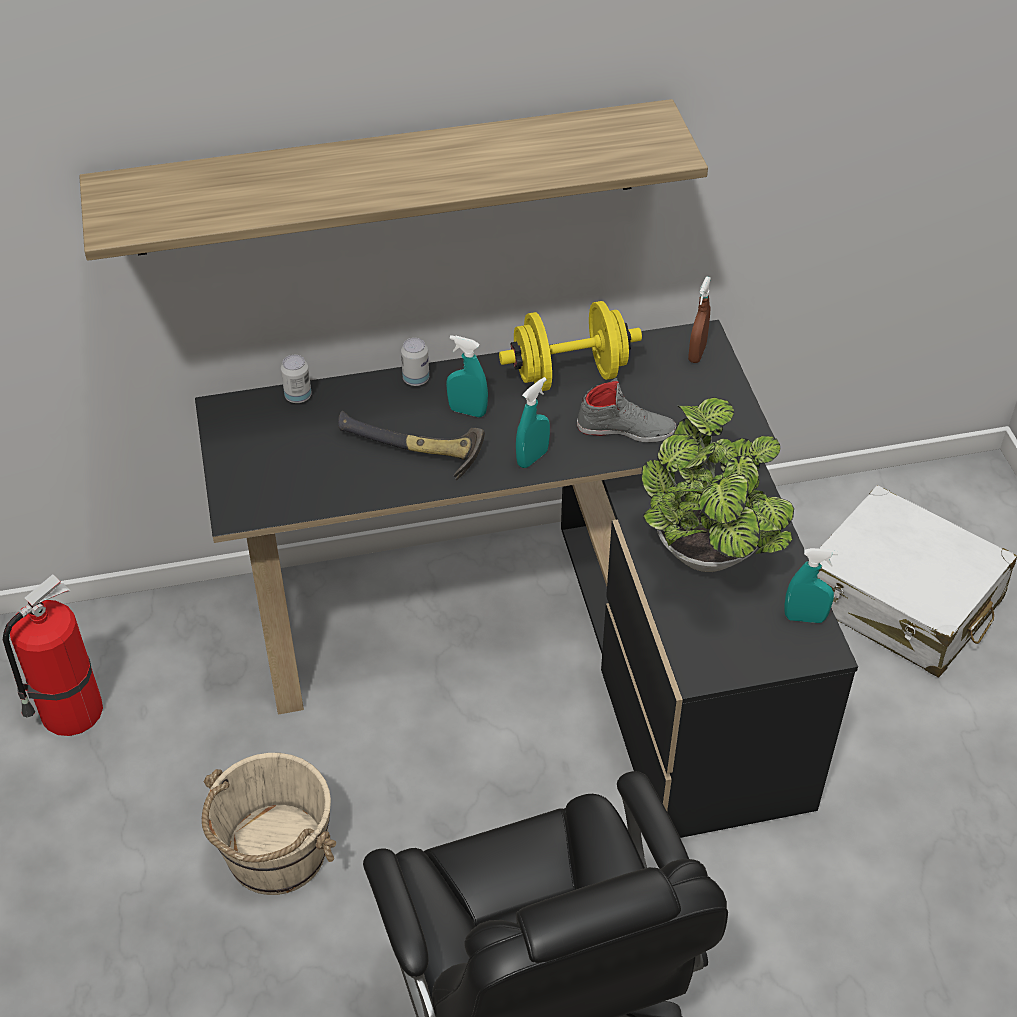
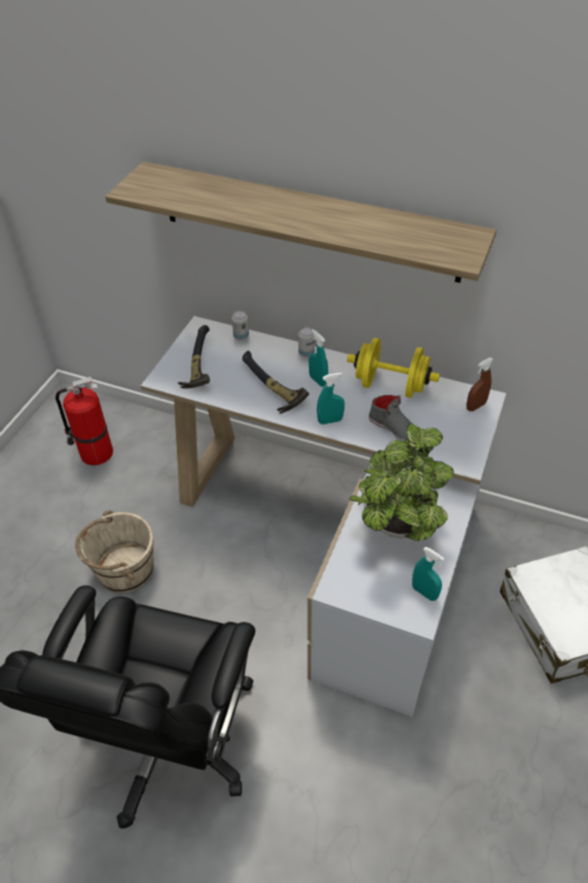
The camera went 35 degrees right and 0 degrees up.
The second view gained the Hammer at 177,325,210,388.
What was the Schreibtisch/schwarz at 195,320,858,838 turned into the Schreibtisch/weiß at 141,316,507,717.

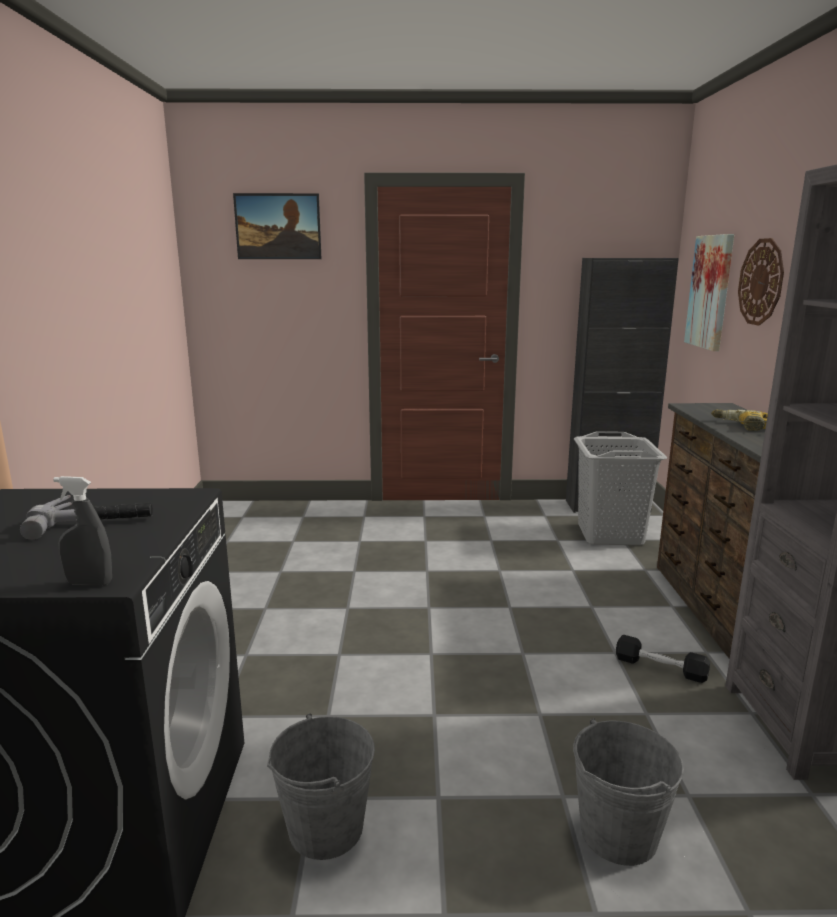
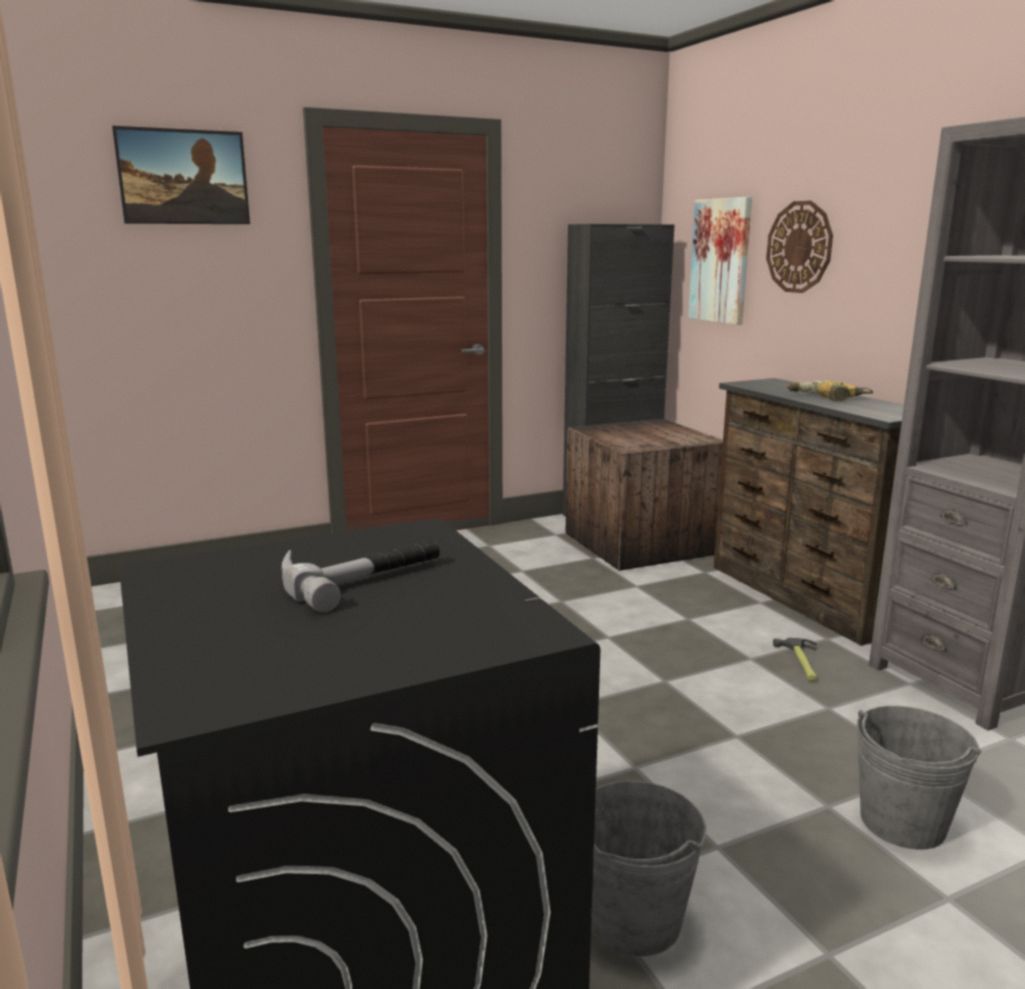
The camera went 25 degrees left and 0 degrees up.
The second view lost the Sprühflasche/grau at 53,476,112,585.
Where the Wäschekorb/grau stood at 574,431,667,545, the Kiste came to stand at 566,419,723,571.
Where the Hantel/schwarz stood at 616,635,710,683, the Hammer came to stand at 773,638,818,680.

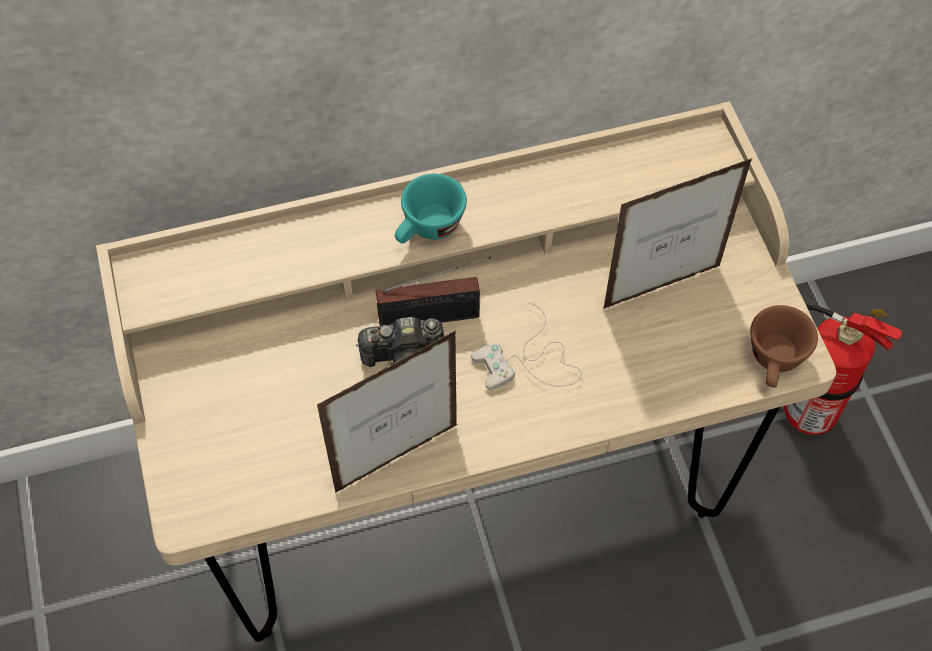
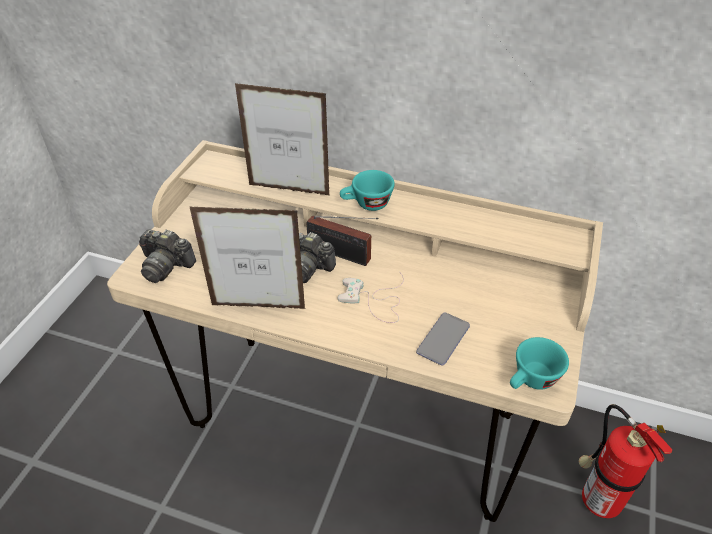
The camera went 35 degrees right and 15 degrees down.
The second view gained the Kamera at 139,229,196,283.
The second view gained the Handy at 416,313,470,366.
The Bilderrahmen ended up elsewhere, having gone from 603,158,752,309 to 235,83,330,196.
What was the Tasse/braun at 750,305,818,388 turned into the Tasse/türkis at 510,337,569,390.

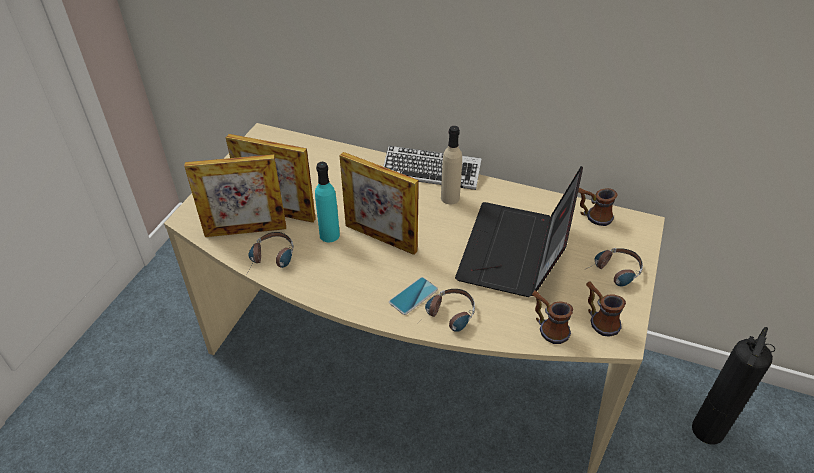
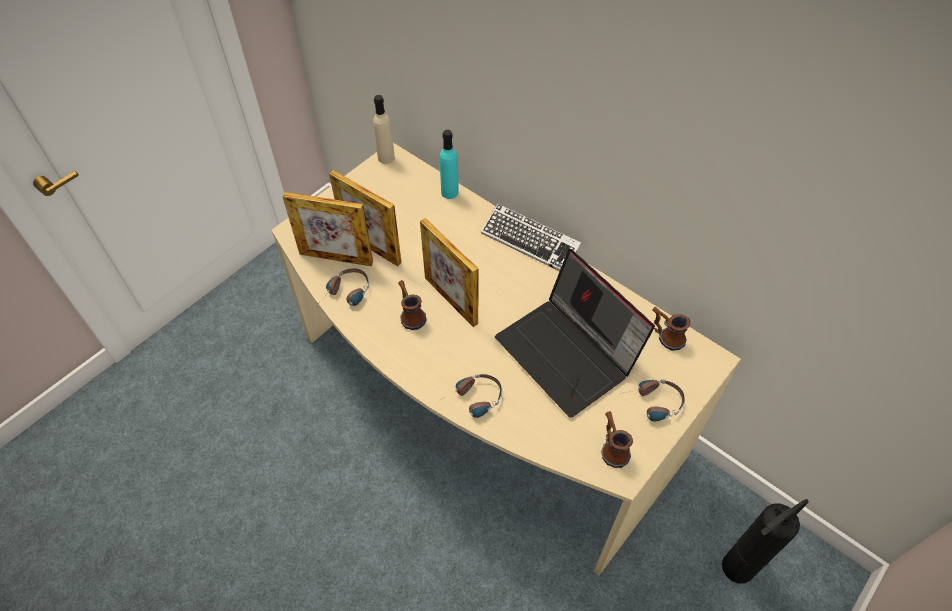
The camera went 20 degrees right and 10 degrees up.
The second view lost the Handy at 389,277,438,315.
The Flasche/türkis ended up elsewhere, having gone from 315,162,340,242 to 440,130,459,199.
The Flasche/beige ended up elsewhere, having gone from 441,126,462,204 to 373,95,395,164.
The Henkelbecher ended up elsewhere, having gone from 532,291,573,344 to 398,280,427,330.
The Laptop at 455,166,583,297 ended up facing another way, 75 degrees counterclockwise from before.

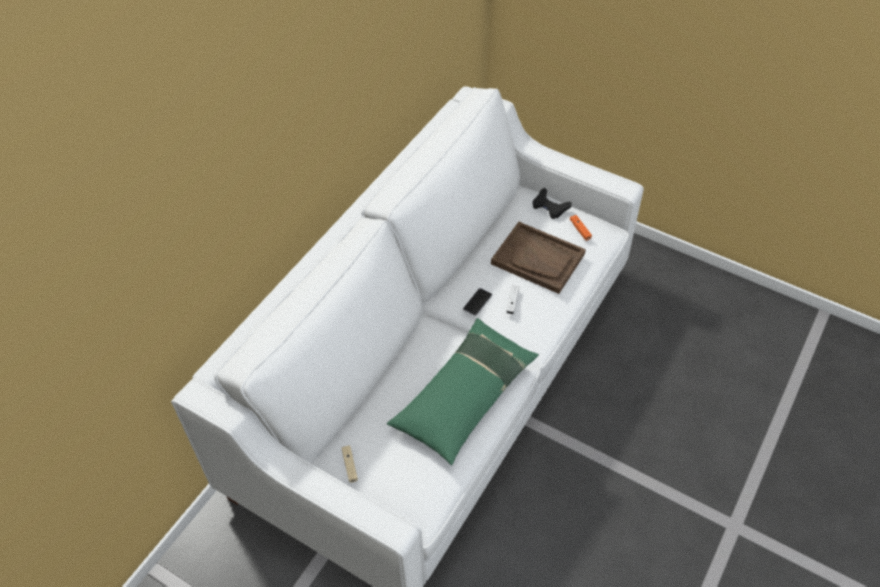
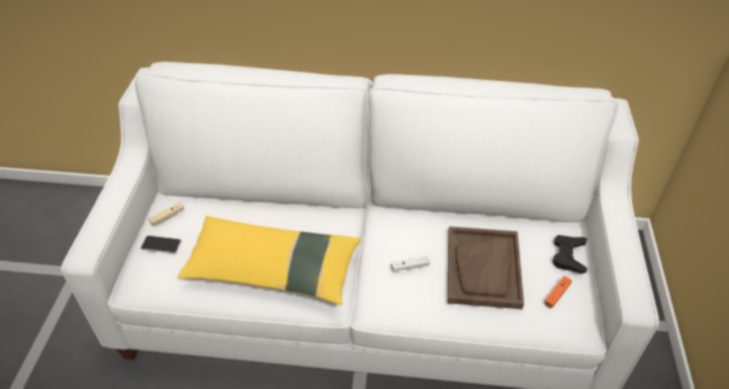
The camera went 65 degrees right and 5 degrees down.
The Handy ended up elsewhere, having gone from 463,288,492,316 to 141,236,181,254.
What was the Kissen/grün at 387,318,539,465 turned into the Kissen/gelb at 177,216,361,305.

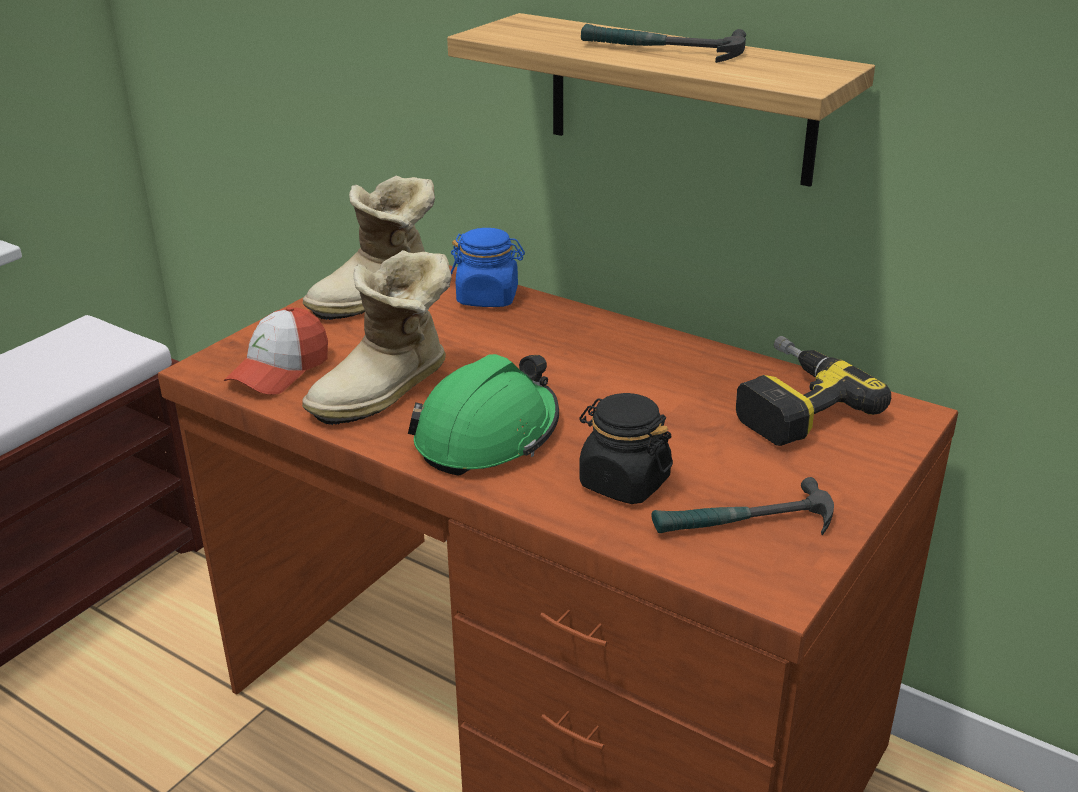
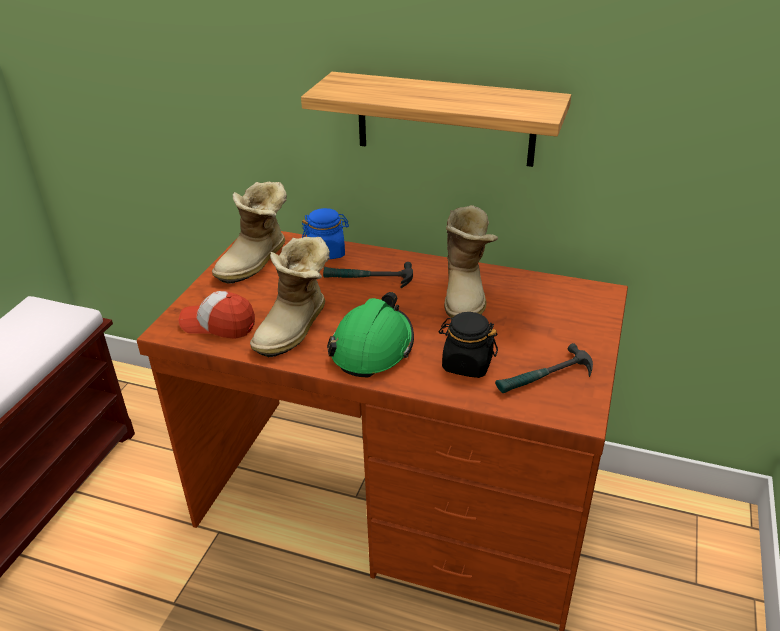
The camera went 15 degrees left and 5 degrees up.
The second view lost the Bohrmaschine at 736,336,891,446.
The second view gained the Stiefel at 444,205,498,318.
The Hammer ended up elsewhere, having gone from 581,24,746,63 to 323,262,413,288.
The Kappe at 224,307,328,395 ended up facing another way, 90 degrees clockwise from before.

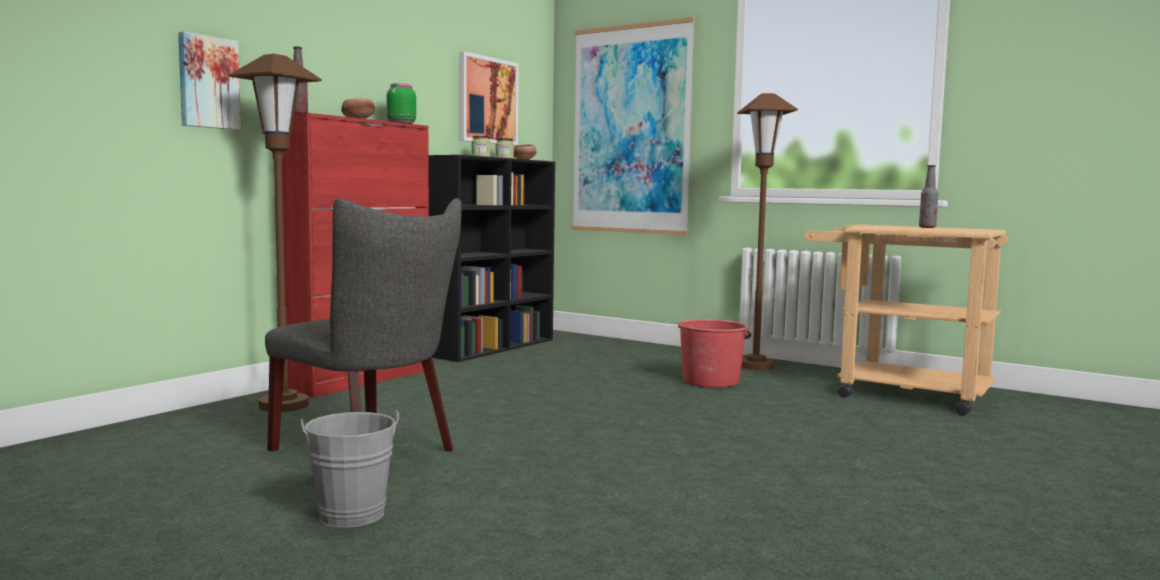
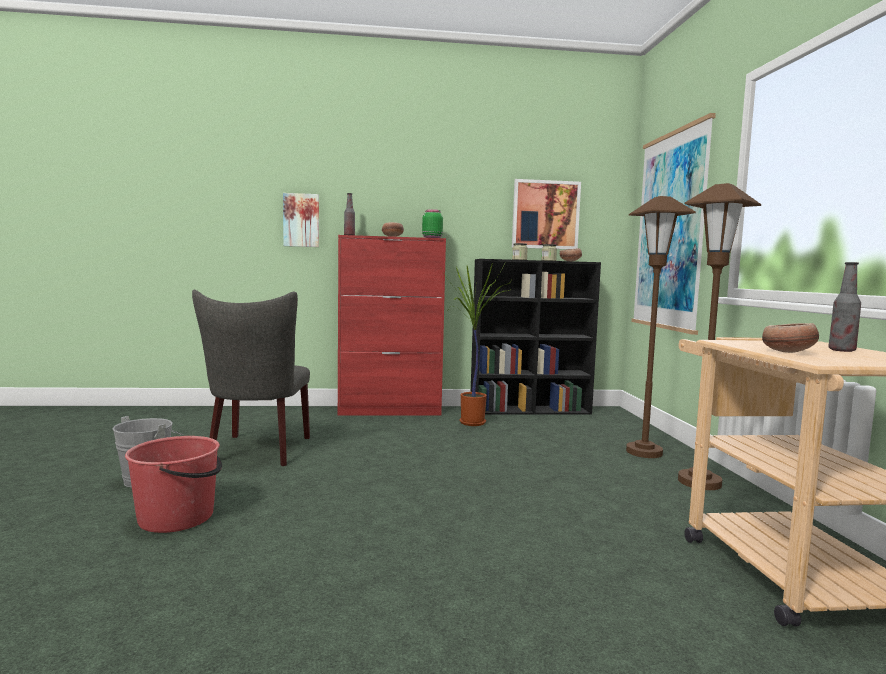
The camera went 50 degrees right and 0 degrees up.
The second view gained the Topfpflanze at 440,265,512,426.
The second view gained the Schüssel at 762,323,819,353.
The Stehlampe/braun ended up elsewhere, having gone from 229,54,322,412 to 626,196,696,458.
The Eimer/rot ended up elsewhere, having gone from 678,319,751,388 to 125,436,222,533.

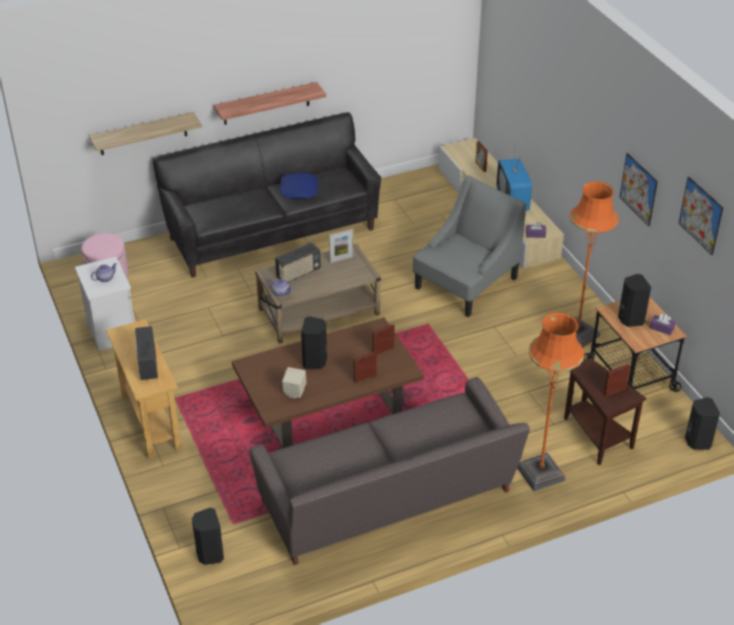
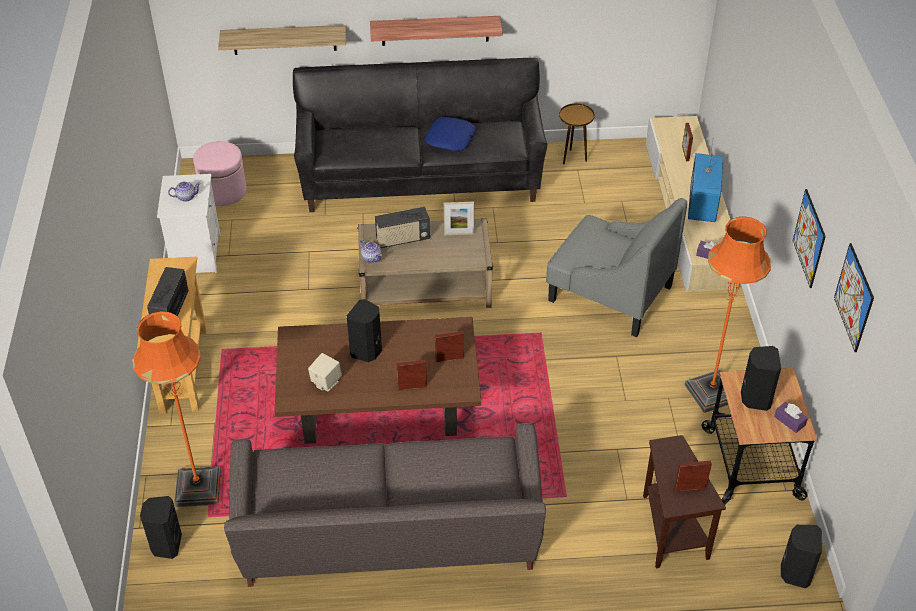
The camera went 20 degrees right and 5 degrees up.
The second view gained the Beistelltisch/braun at 559,103,595,164.
The Stehlampe/orange ended up elsewhere, having gone from 517,312,584,491 to 132,311,221,507.
The Sessel/grau at 412,176,526,317 ended up facing another way, 60 degrees clockwise from before.

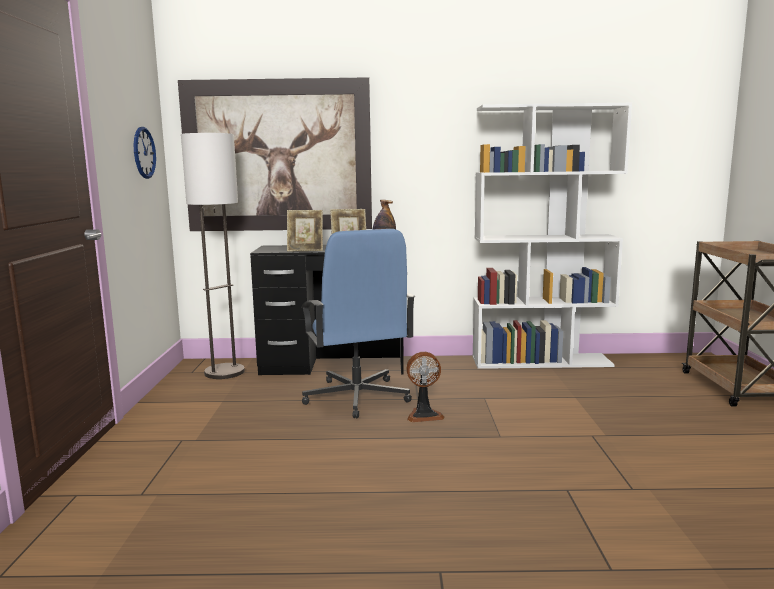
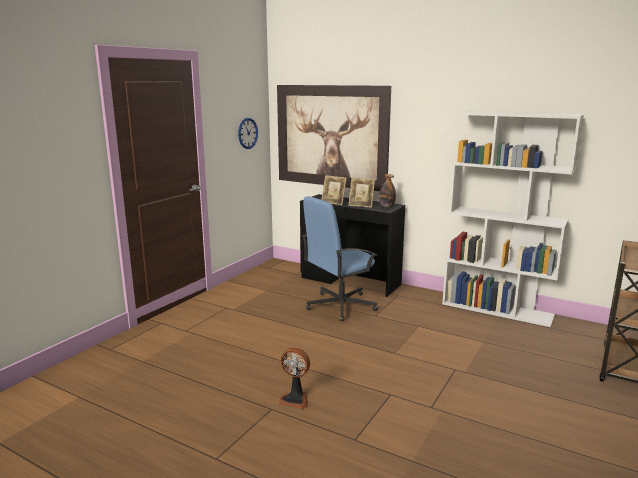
The camera went 30 degrees right and 5 degrees up.
The second view lost the Stehlampe at 181,133,245,379.
The Ventilator ended up elsewhere, having gone from 407,352,445,422 to 277,347,310,409.
The Bürostuhl/blau at 301,229,416,418 ended up facing another way, 45 degrees clockwise from before.

